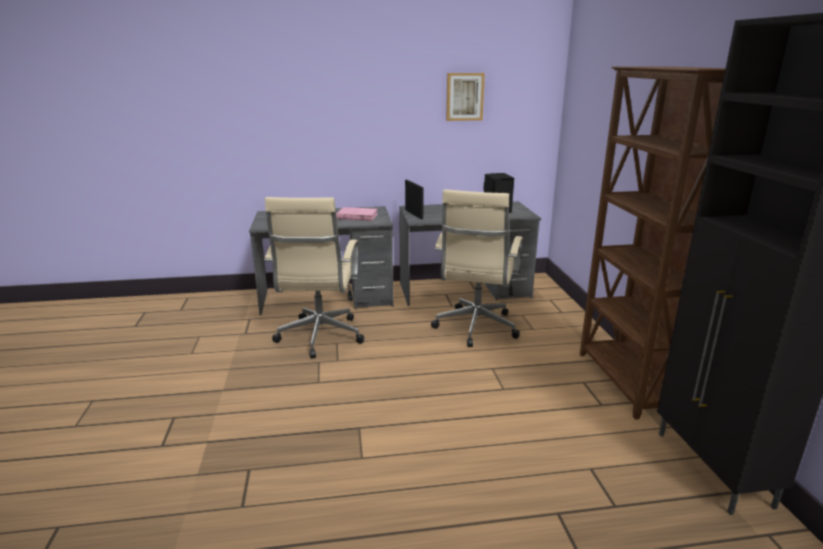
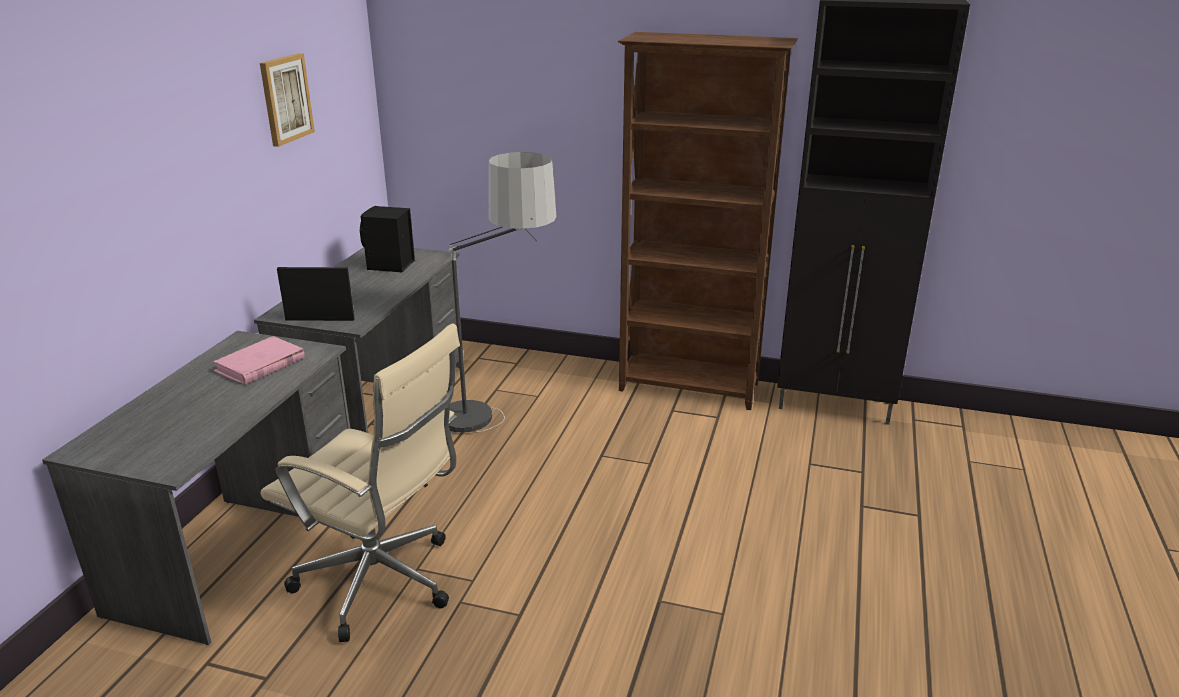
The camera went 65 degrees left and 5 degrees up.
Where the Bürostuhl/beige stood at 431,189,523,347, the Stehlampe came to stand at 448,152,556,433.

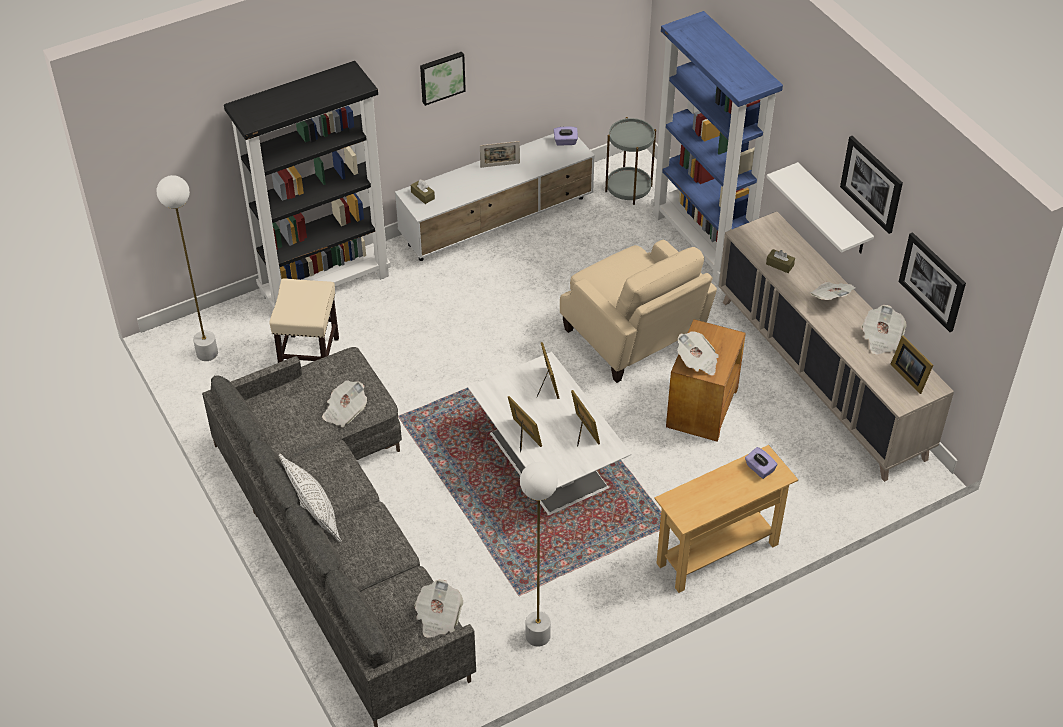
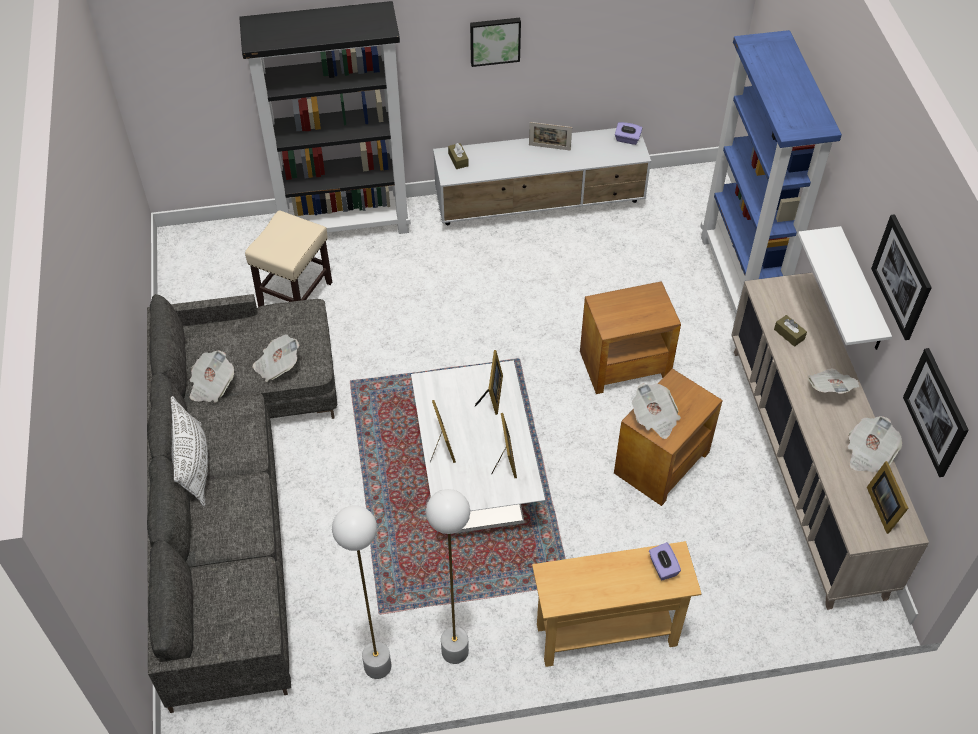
The camera went 20 degrees right and 5 degrees up.
The second view lost the Beistelltisch/grau at 605,117,656,205.
The Stehlampe/weiß ended up elsewhere, having gone from 156,175,218,361 to 426,489,470,664.
The Zeitung ended up elsewhere, having gone from 414,580,463,638 to 190,350,234,402.
Where the Sessel/beige stood at 560,240,717,383, the Beistelltisch/braun came to stand at 580,281,681,394.

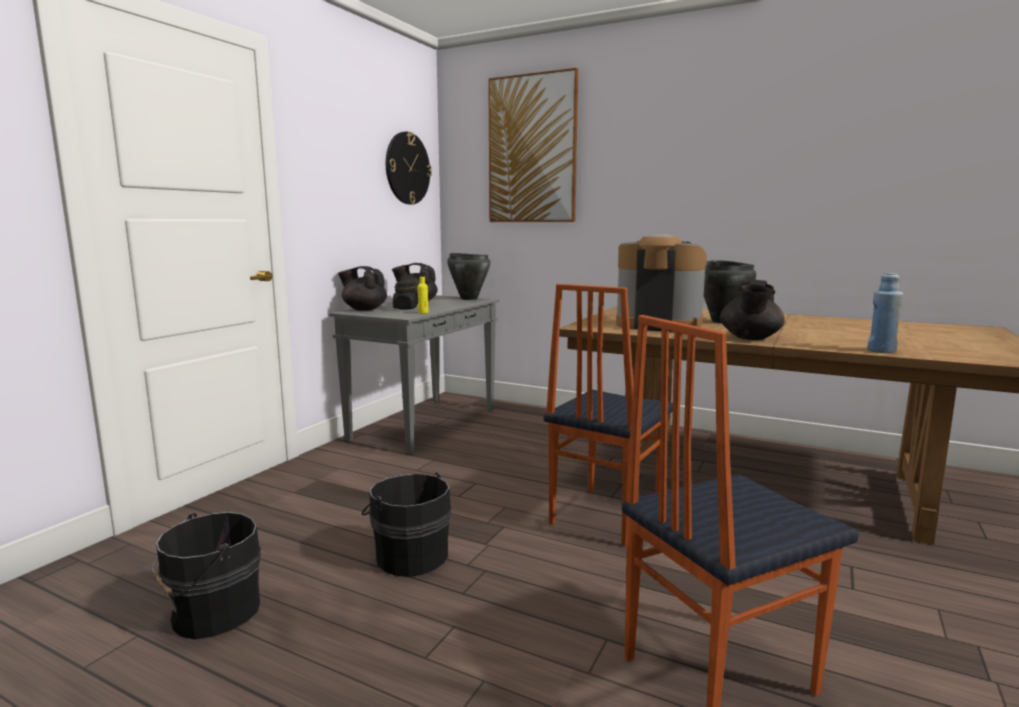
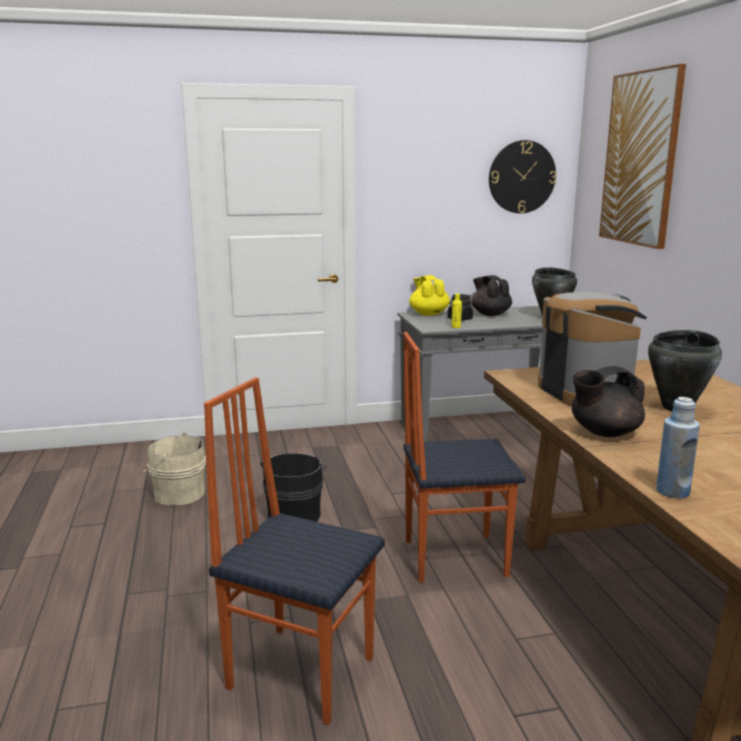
The camera went 50 degrees right and 5 degrees up.
What was the Eimer/schwarz at 152,512,261,640 turned into the Eimer/beige at 143,432,206,506.
What was the Teekanne/schwarz at 338,266,387,311 turned into the Teekanne/gelb at 409,275,450,316.

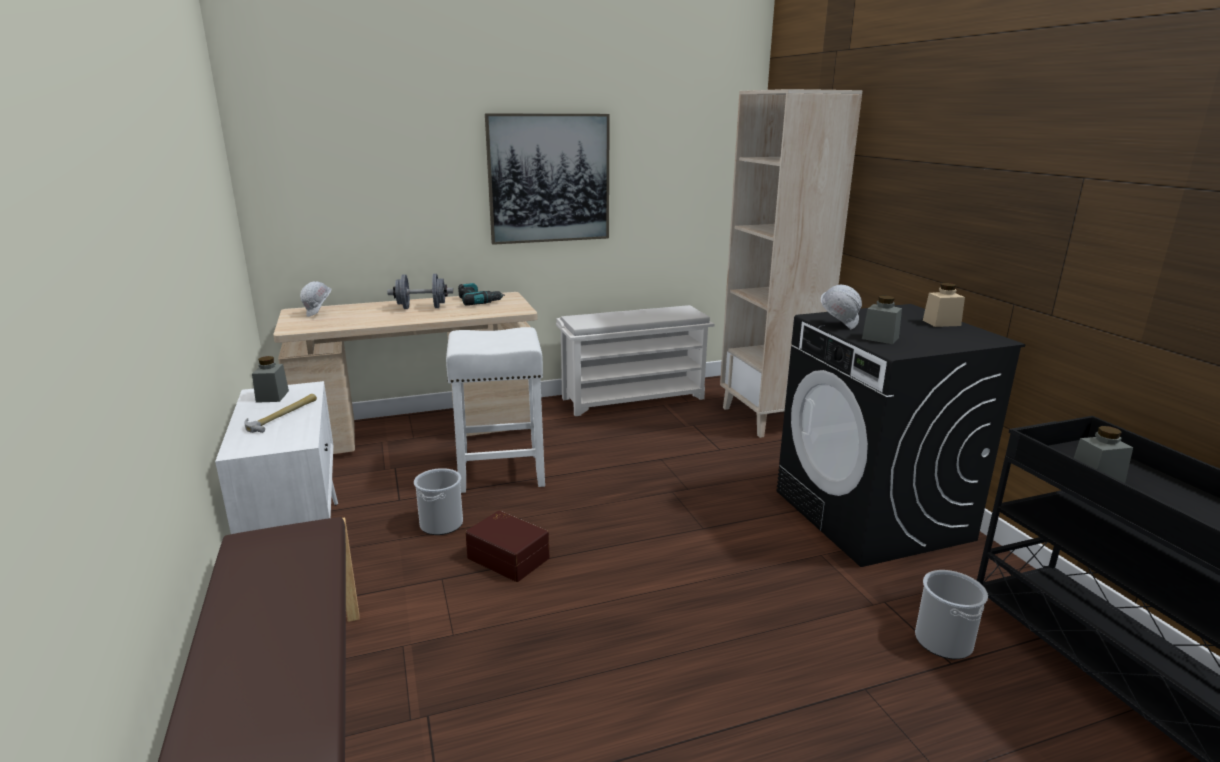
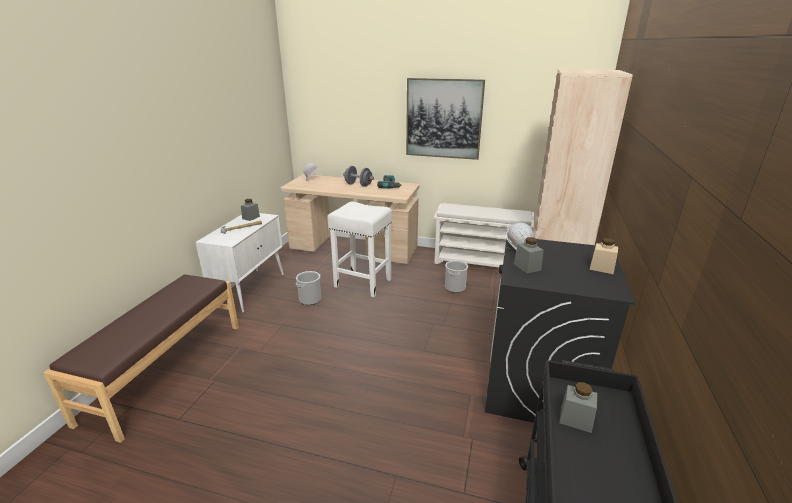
The camera went 35 degrees right and 5 degrees up.
The second view lost the Aufbewahrungsbox/braun at 465,511,549,582.
The Eimer ended up elsewhere, having gone from 915,570,988,659 to 445,260,468,293.

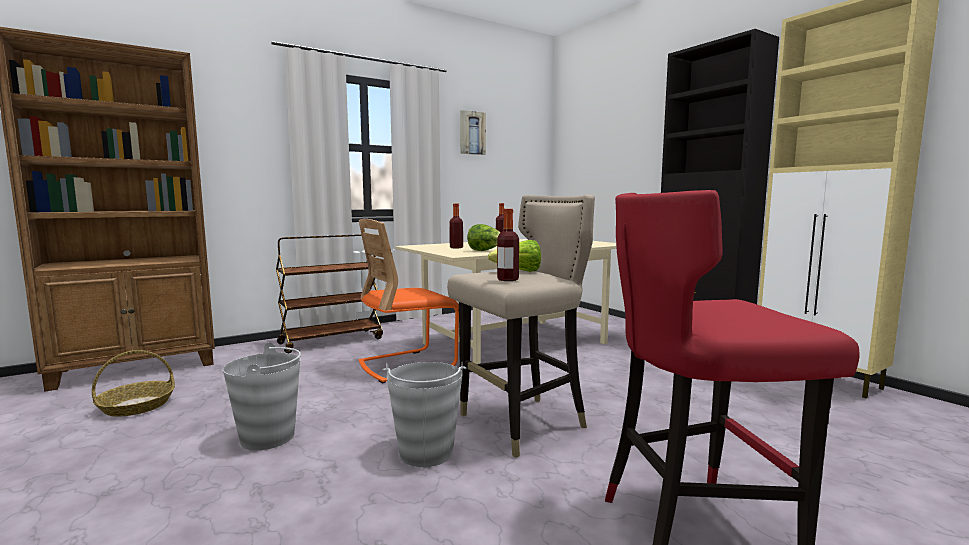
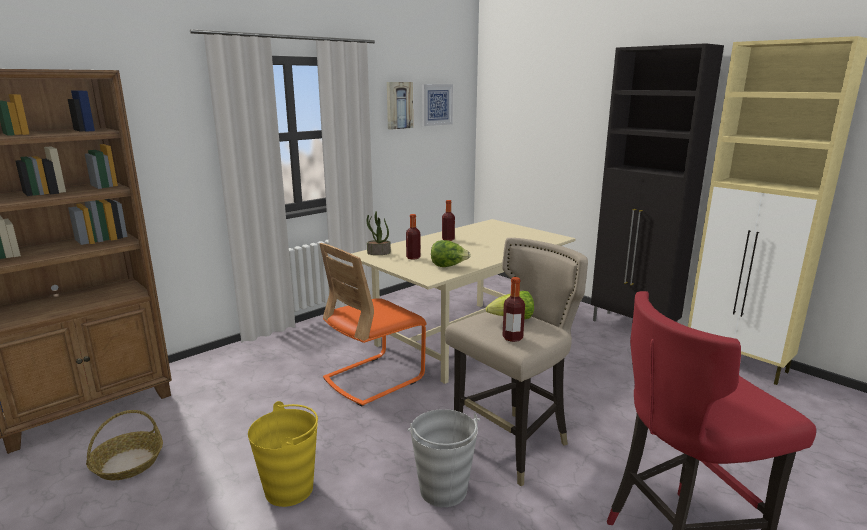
The camera went 10 degrees left and 10 degrees up.
The second view lost the Rollwagen/braun at 276,234,383,353.
The second view gained the Topfpflanze at 367,211,391,255.
The second view gained the Bild at 422,84,453,126.
What was the Eimer/grau at 223,343,301,450 turned into the Eimer/gelb at 248,401,318,507.

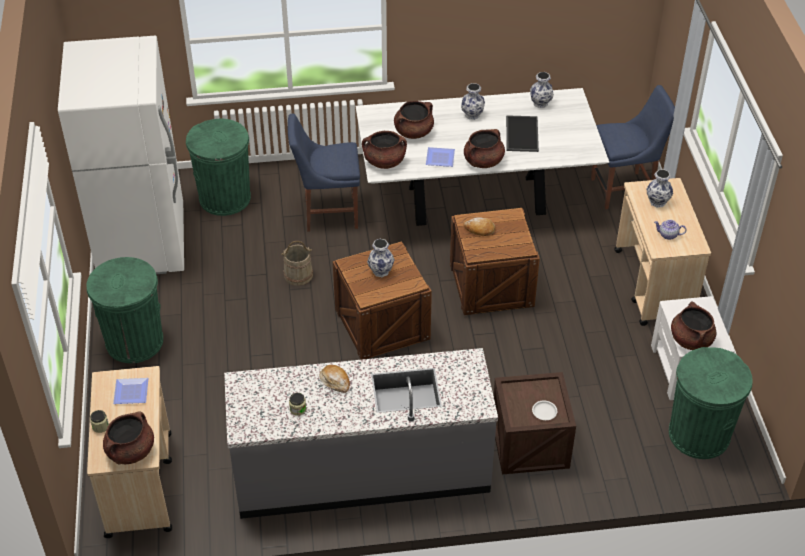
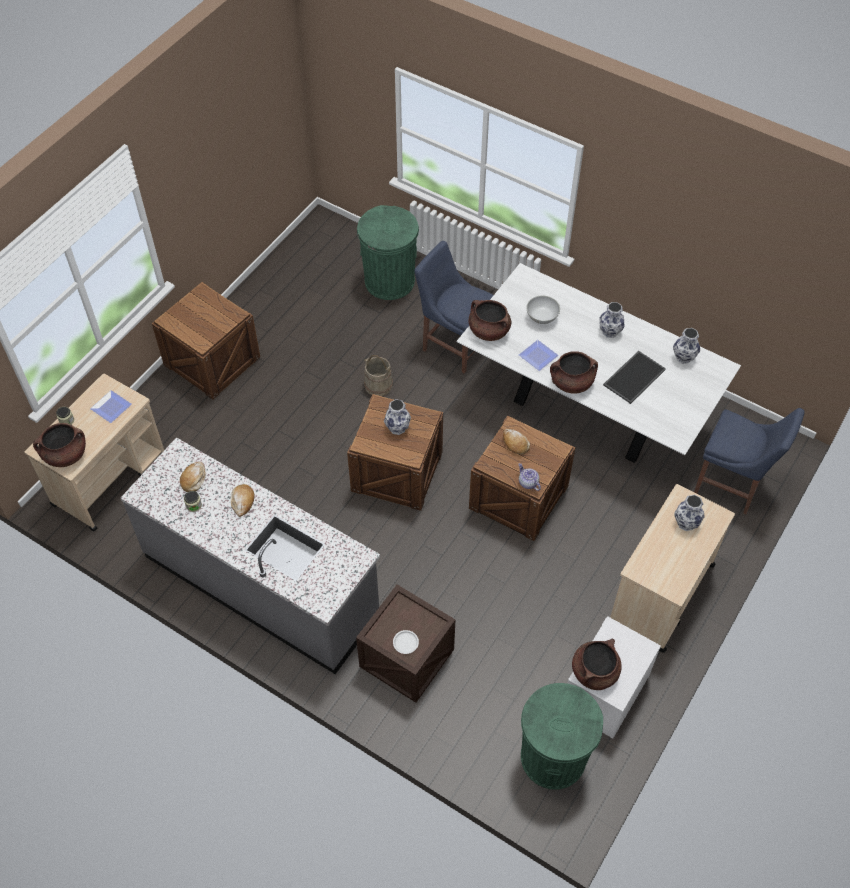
The camera went 40 degrees right and 10 degrees up.
The second view lost the Kühlschrank/weiß at 58,36,184,274.
The second view gained the Brot at 180,462,206,492.
The Teekanne ended up elsewhere, having gone from 654,220,686,240 to 518,463,541,491.
Where the Mülleimer/grün stood at 86,257,163,363, the Kiste came to stand at 152,282,260,400.
Where the Kochtopf/braun stood at 394,101,434,139, the Schüssel/weiß came to stand at 527,296,560,324.

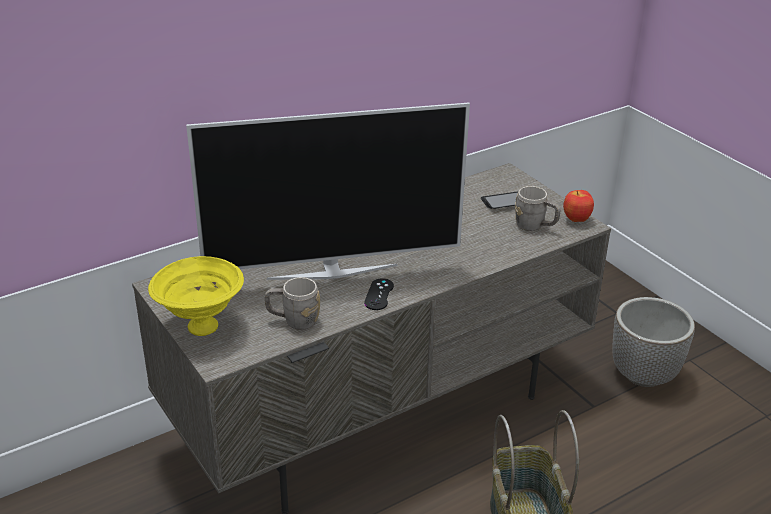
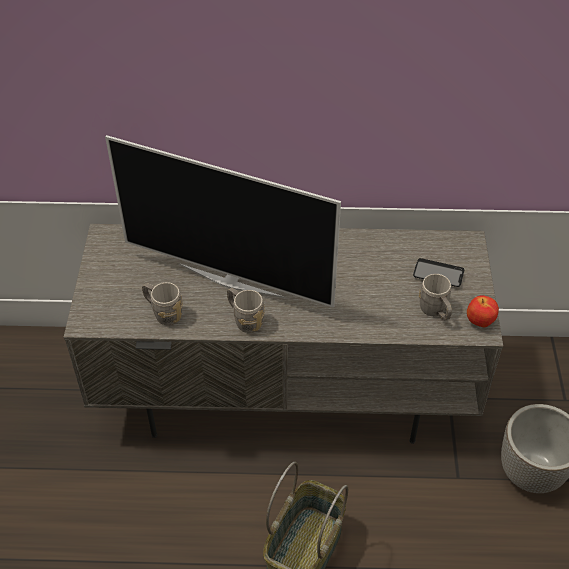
The camera went 35 degrees right and 15 degrees up.
The second view lost the Schüssel/gelb at 148,256,244,336.
Where the Gamepad/schwarz stood at 364,278,394,310, the Henkelbecher/grau came to stand at 227,288,265,333.

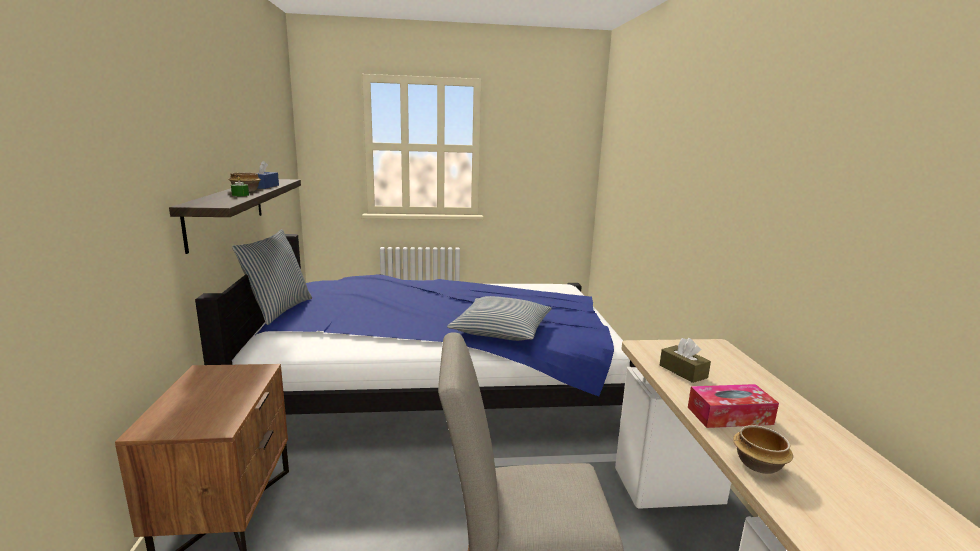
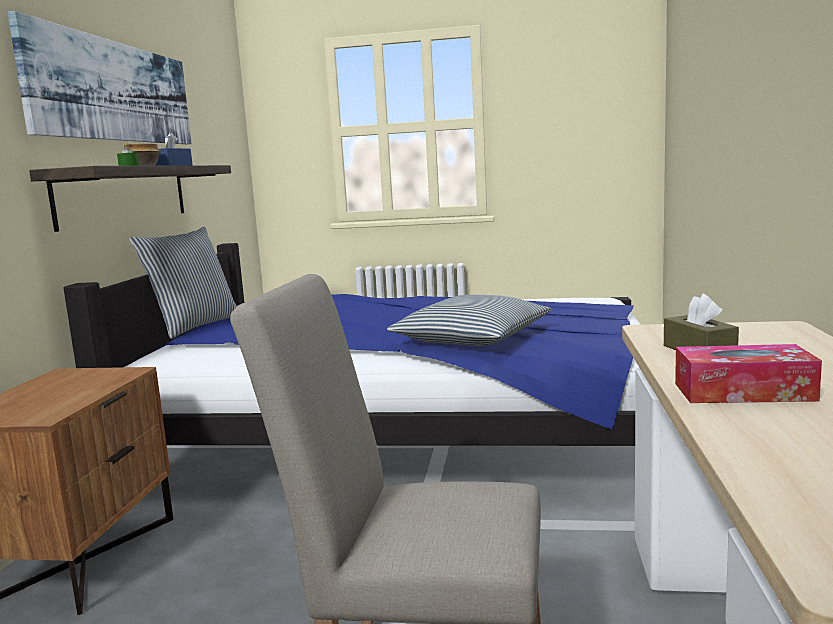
The camera went 15 degrees right and 5 degrees down.
The second view lost the Schüssel at 733,425,793,474.
The second view gained the Bild at 8,11,192,144.

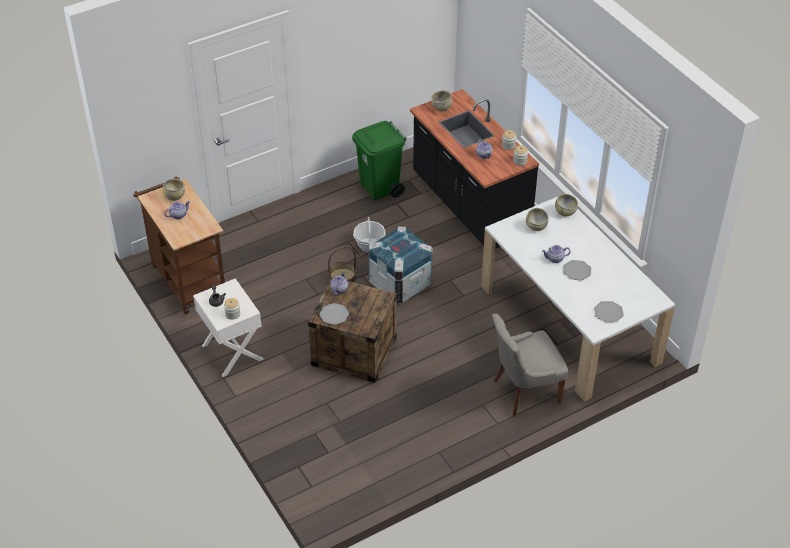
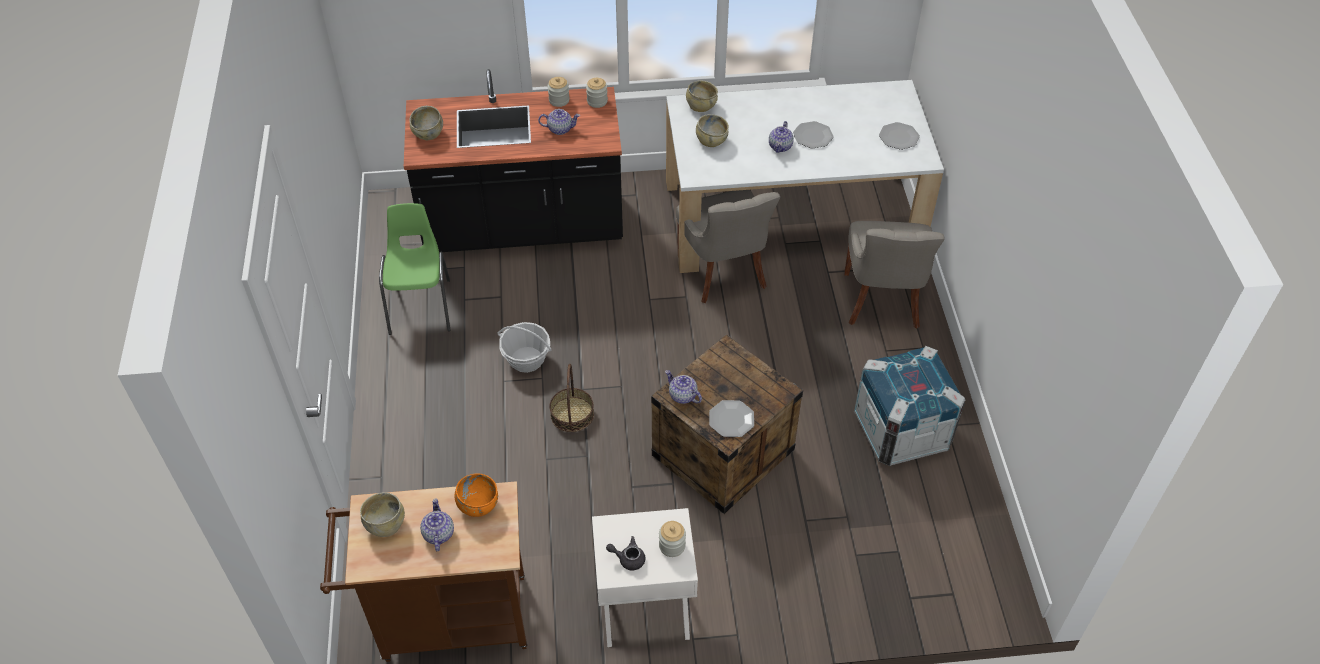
The camera went 65 degrees left and 5 degrees up.
The second view gained the Schüssel/orange at 455,473,498,517.
The second view gained the Stuhl/grau at 676,190,780,303.
The Kiste ended up elsewhere, having gone from 368,227,433,303 to 854,346,965,466.
Where the Mülleimer/grün stood at 352,121,407,200, the Stuhl/grün came to stand at 379,203,451,335.

